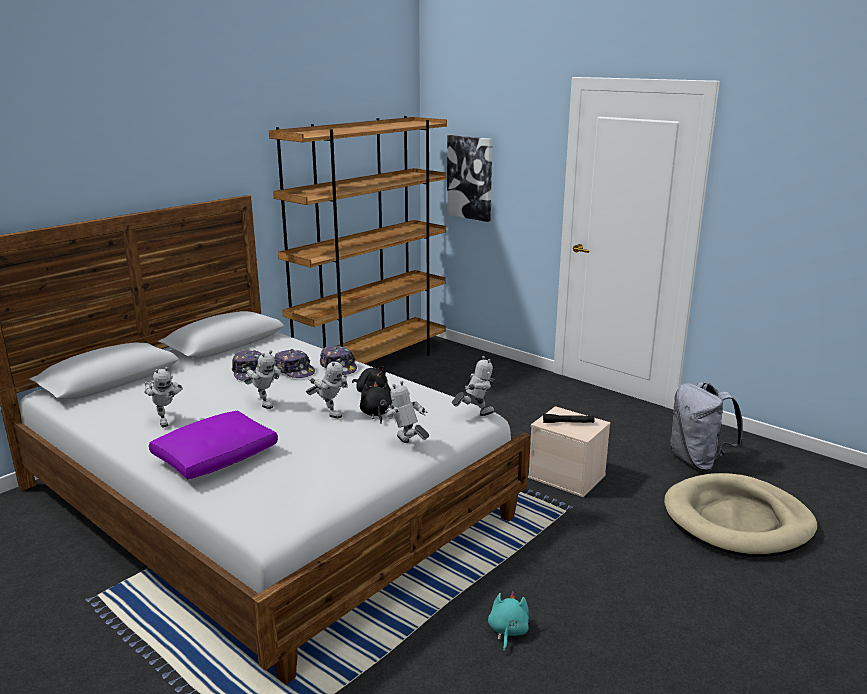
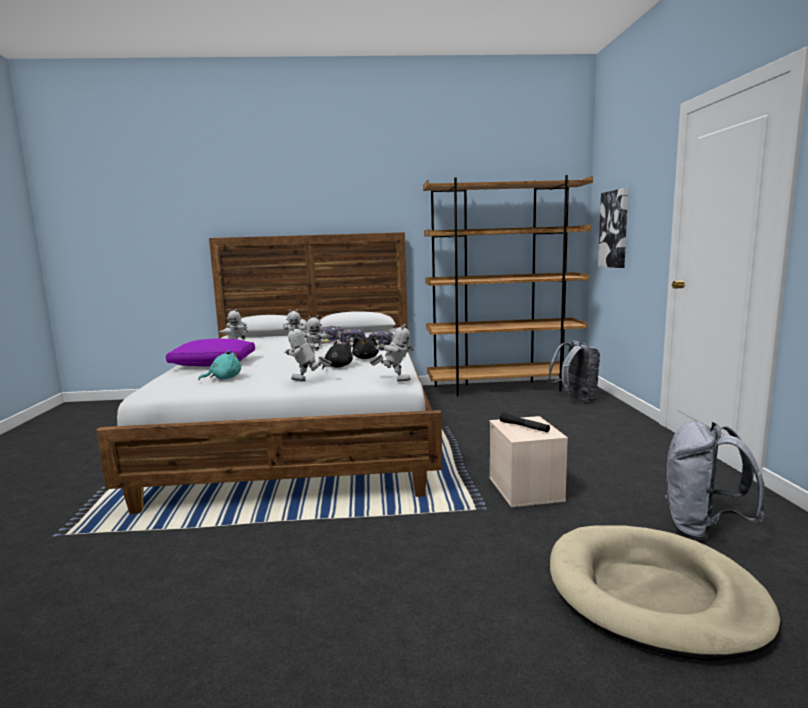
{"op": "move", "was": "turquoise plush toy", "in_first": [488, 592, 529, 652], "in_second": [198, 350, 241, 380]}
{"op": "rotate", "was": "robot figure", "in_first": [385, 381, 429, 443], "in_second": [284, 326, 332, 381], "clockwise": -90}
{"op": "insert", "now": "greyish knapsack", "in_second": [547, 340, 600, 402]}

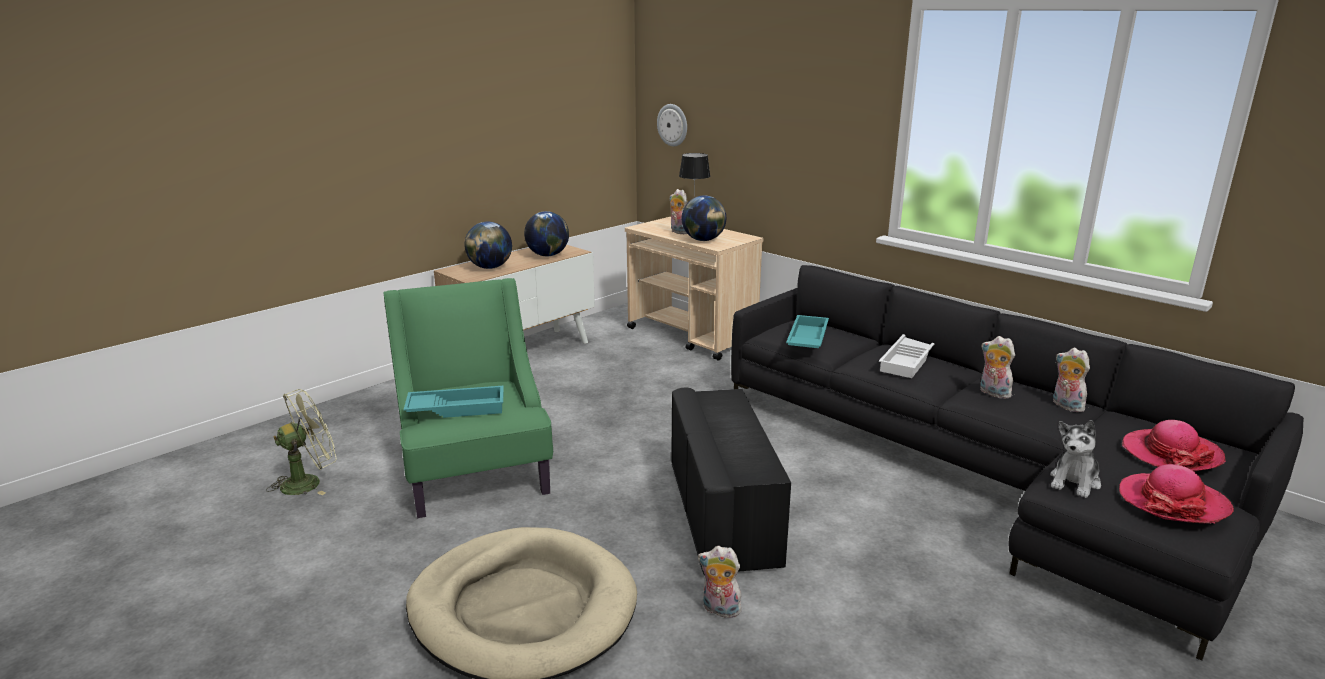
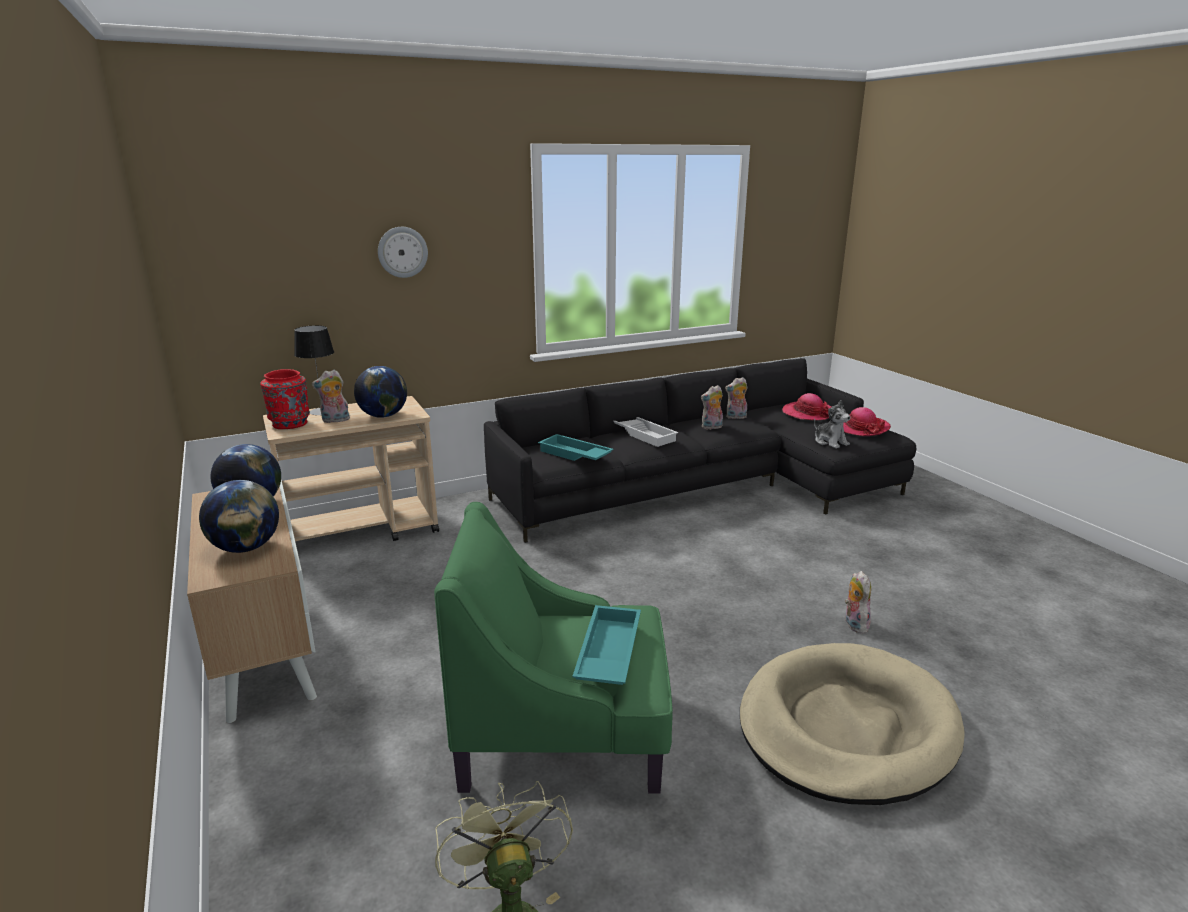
{"op": "insert", "now": "reddish decorative vase", "in_second": [260, 369, 310, 429]}
{"op": "move", "was": "clock on the wall", "in_first": [657, 104, 687, 147], "in_second": [378, 227, 428, 278]}
{"op": "rotate", "was": "plush toy", "in_first": [698, 546, 742, 618], "in_second": [845, 571, 871, 633], "clockwise": 135}
{"op": "delete", "was": "black-coloured ottoman", "in_first": [671, 388, 791, 575]}

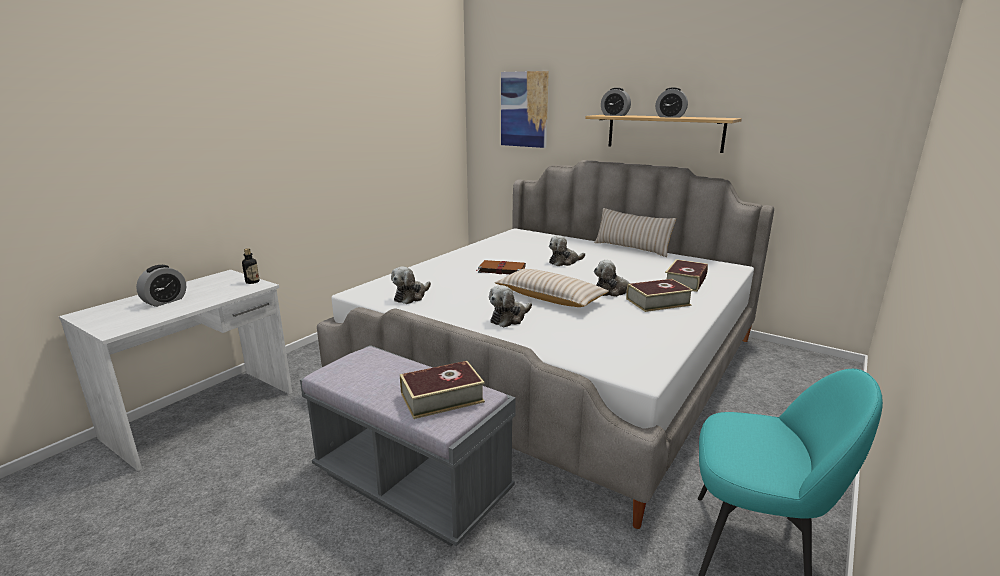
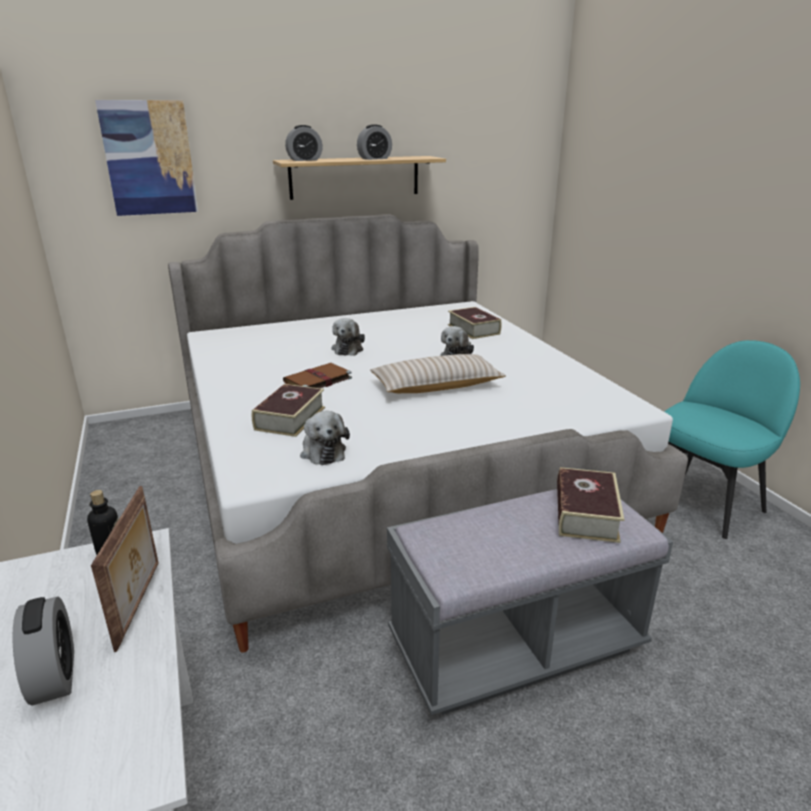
{"op": "insert", "now": "picture frame", "in_second": [91, 486, 158, 652]}
{"op": "move", "was": "volume", "in_first": [626, 279, 693, 312], "in_second": [252, 384, 325, 437]}
{"op": "delete", "was": "plush toy", "in_first": [489, 285, 532, 327]}
{"op": "delete", "was": "beige-coloured pillow", "in_first": [595, 208, 676, 257]}

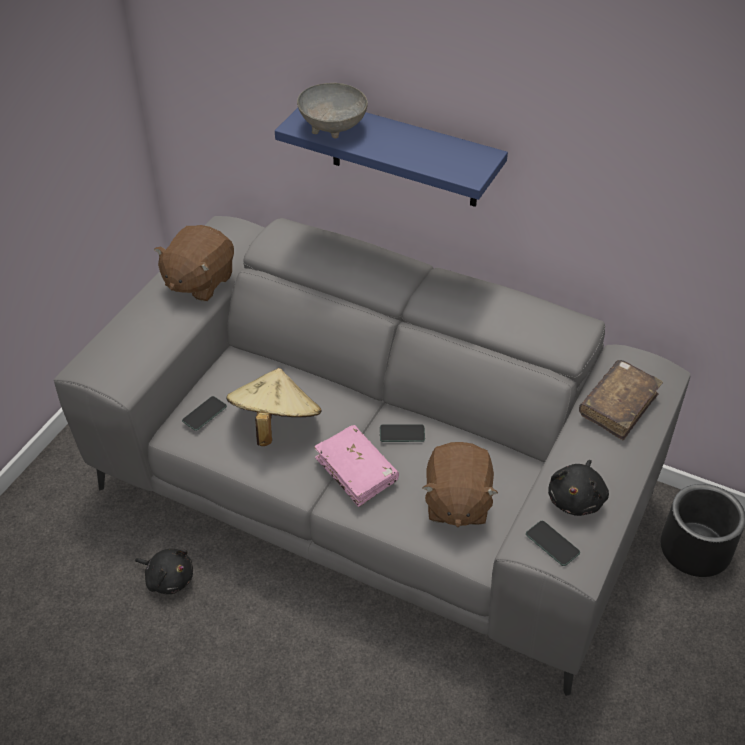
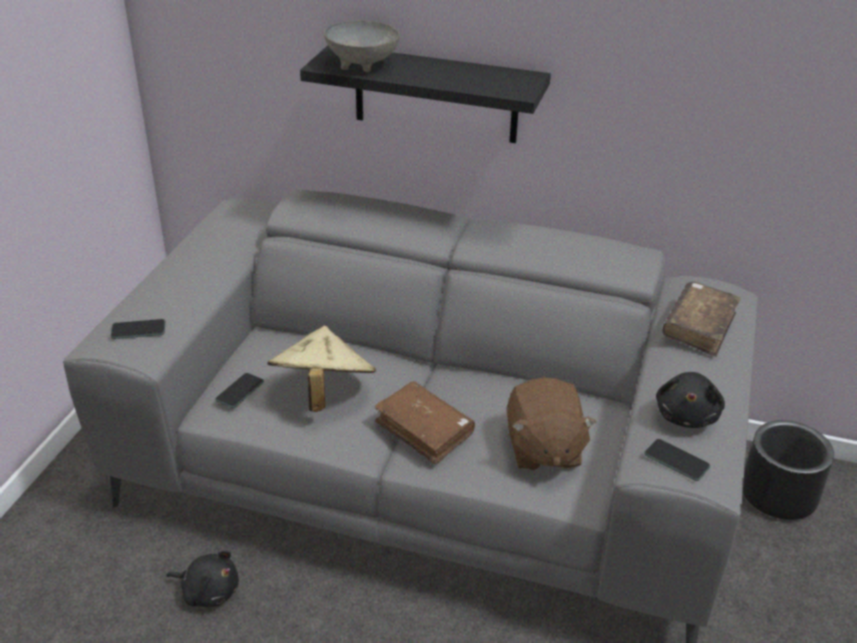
{"op": "move", "was": "telephone", "in_first": [380, 424, 425, 442], "in_second": [110, 319, 165, 339]}
{"op": "recolor", "was": "blue wall shelf", "now": "black-coloured wall shelf", "in_first": [275, 108, 508, 207], "in_second": [300, 45, 551, 143]}
{"op": "recolor", "was": "pink-coloured volume", "now": "brown volume", "in_first": [314, 425, 399, 507], "in_second": [374, 381, 475, 465]}
{"op": "delete", "was": "brown plush toy", "in_first": [154, 225, 234, 302]}

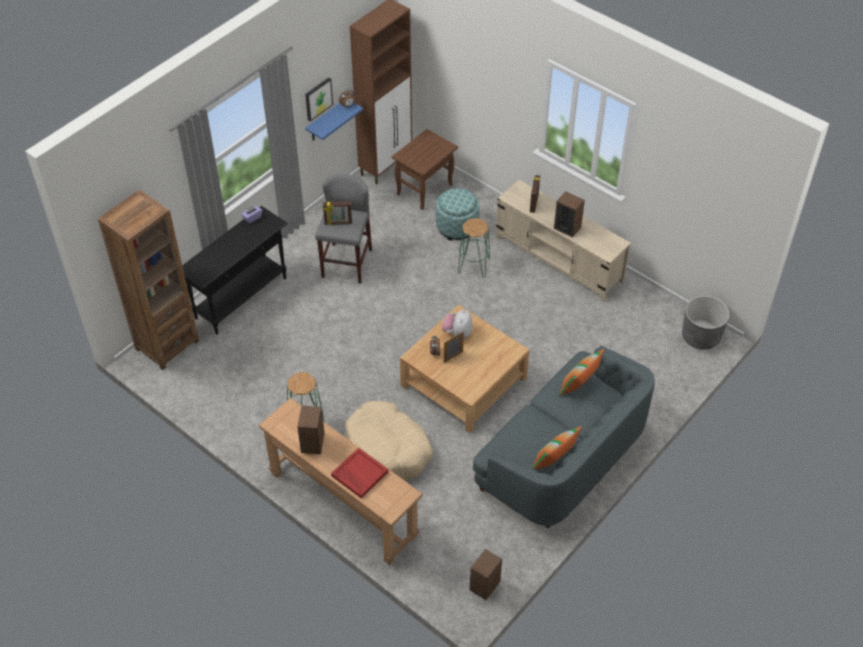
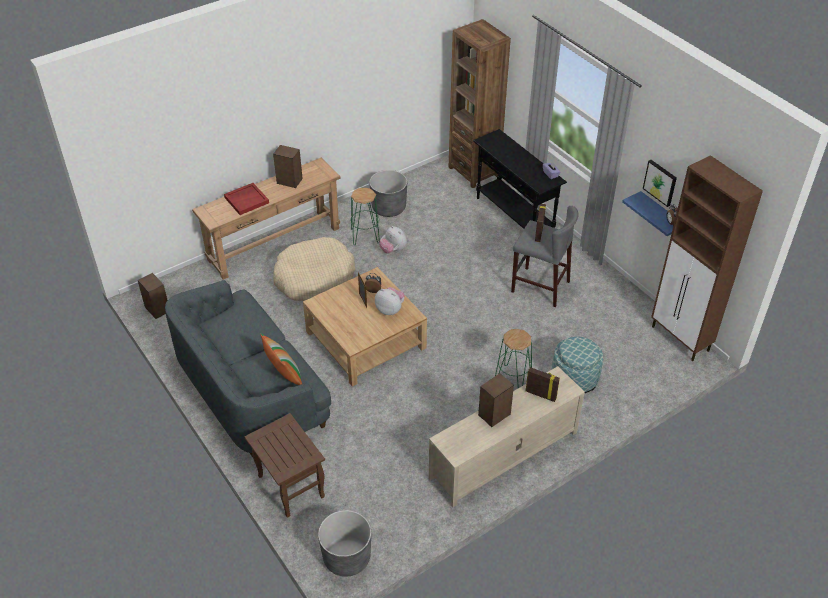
{"op": "move", "was": "brown side table", "in_first": [392, 129, 458, 210], "in_second": [245, 413, 325, 518]}
{"op": "insert", "now": "greyish plant pot", "in_second": [369, 170, 407, 217]}
{"op": "insert", "now": "plush toy", "in_second": [379, 226, 407, 254]}
{"op": "delete", "was": "pillow", "in_first": [532, 427, 582, 470]}

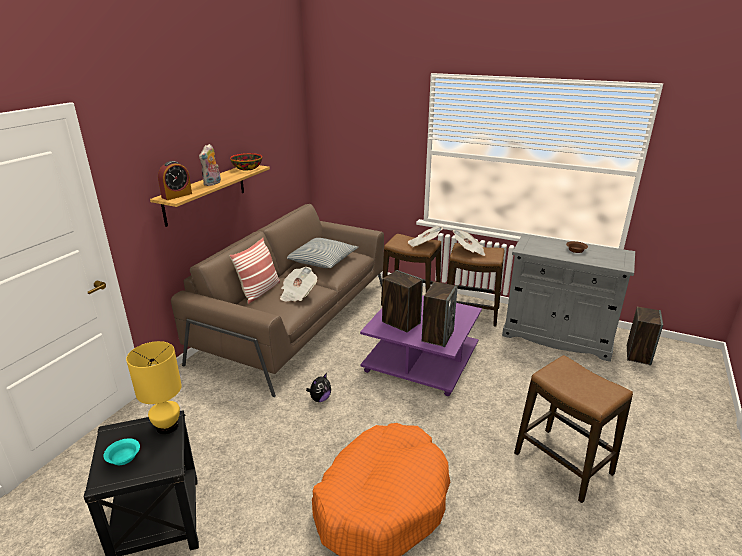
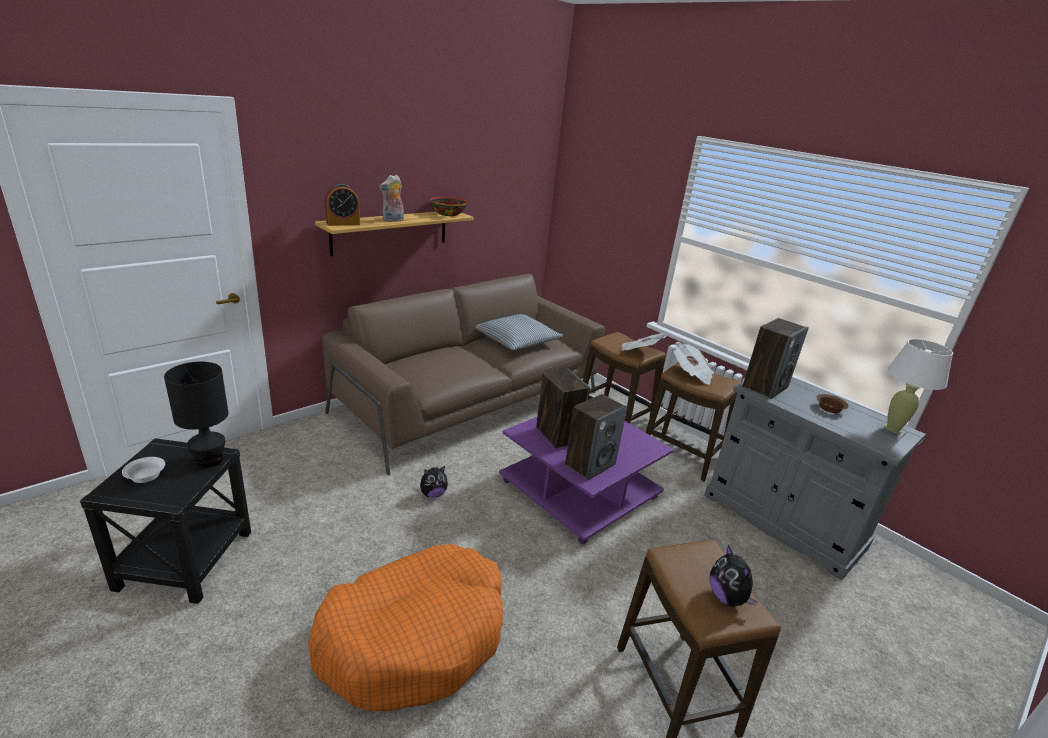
{"op": "recolor", "was": "turquoise bowl", "now": "white bowl", "in_first": [103, 439, 140, 465], "in_second": [122, 457, 165, 483]}
{"op": "recolor", "was": "yellow-coloured lamp for a table", "now": "black-coloured lamp for a table", "in_first": [126, 341, 182, 435], "in_second": [164, 362, 229, 468]}
{"op": "insert", "now": "plush toy", "in_second": [709, 545, 758, 606]}
{"op": "move", "was": "loudspeaker", "in_first": [627, 307, 663, 366], "in_second": [743, 318, 809, 399]}
{"op": "insert", "now": "white lamp for a table", "in_second": [884, 339, 953, 434]}
{"op": "delete", "was": "pillow", "in_first": [229, 238, 280, 304]}
{"op": "delete", "was": "daily paper", "in_first": [280, 267, 317, 301]}

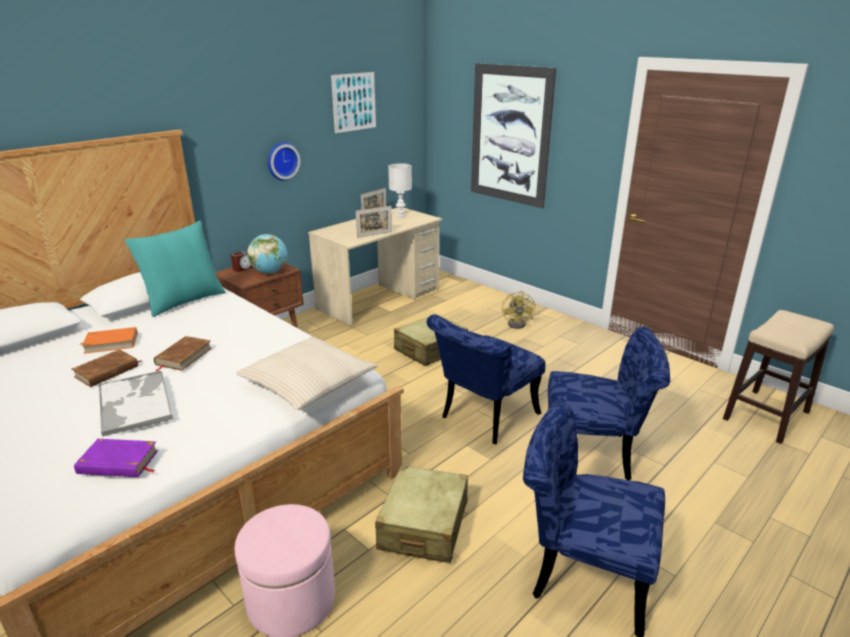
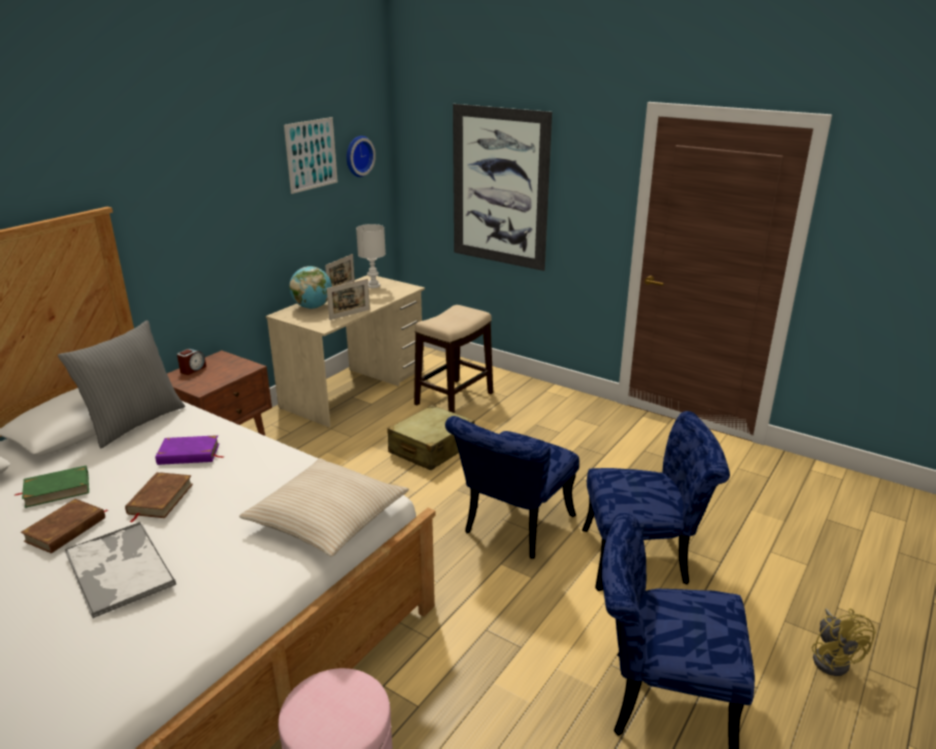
{"op": "recolor", "was": "orange-coloured volume", "now": "greenish volume", "in_first": [79, 327, 138, 354], "in_second": [14, 465, 89, 508]}
{"op": "recolor", "was": "turquoise pillow", "now": "greyish pillow", "in_first": [125, 220, 226, 317], "in_second": [58, 320, 185, 448]}
{"op": "move", "was": "purple-coloured volume", "in_first": [74, 439, 158, 477], "in_second": [155, 435, 225, 465]}
{"op": "move", "was": "desk globe", "in_first": [247, 234, 287, 274], "in_second": [289, 266, 332, 309]}
{"op": "move", "was": "clock on the wall", "in_first": [267, 142, 300, 181], "in_second": [346, 136, 376, 177]}
{"op": "move", "was": "stool seat", "in_first": [723, 310, 834, 444], "in_second": [414, 305, 493, 413]}
{"op": "move", "was": "yellow-coloured fan", "in_first": [502, 291, 535, 329], "in_second": [812, 608, 876, 676]}
{"op": "delete", "was": "beige-coloured travel case", "in_first": [375, 465, 468, 563]}

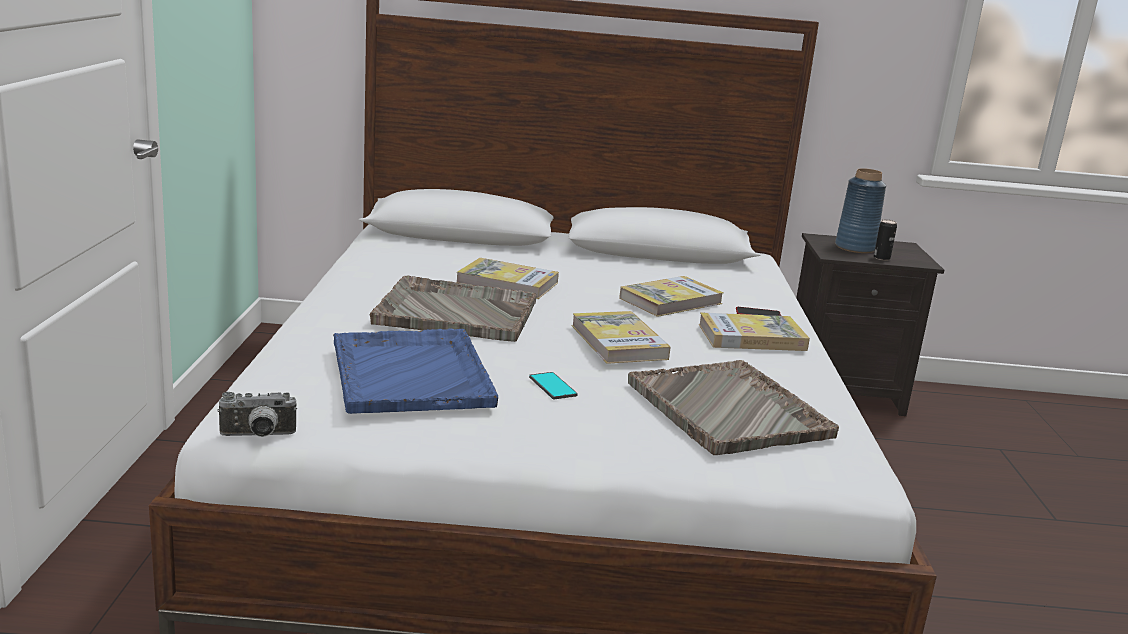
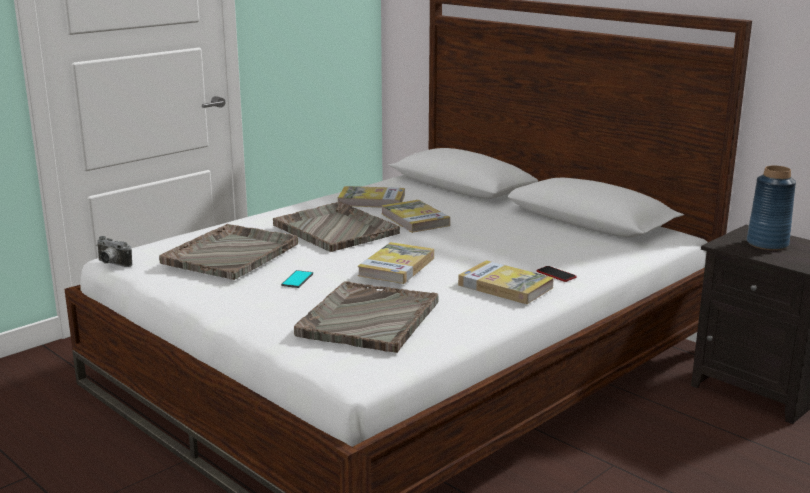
{"op": "recolor", "was": "blue tray", "now": "greyish tray", "in_first": [333, 328, 498, 414], "in_second": [159, 224, 298, 280]}
{"op": "move", "was": "volume", "in_first": [619, 276, 724, 317], "in_second": [338, 186, 405, 207]}
{"op": "delete", "was": "metal can", "in_first": [874, 219, 897, 261]}

